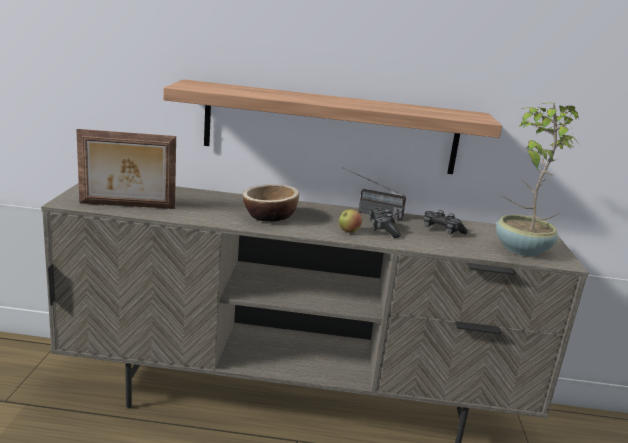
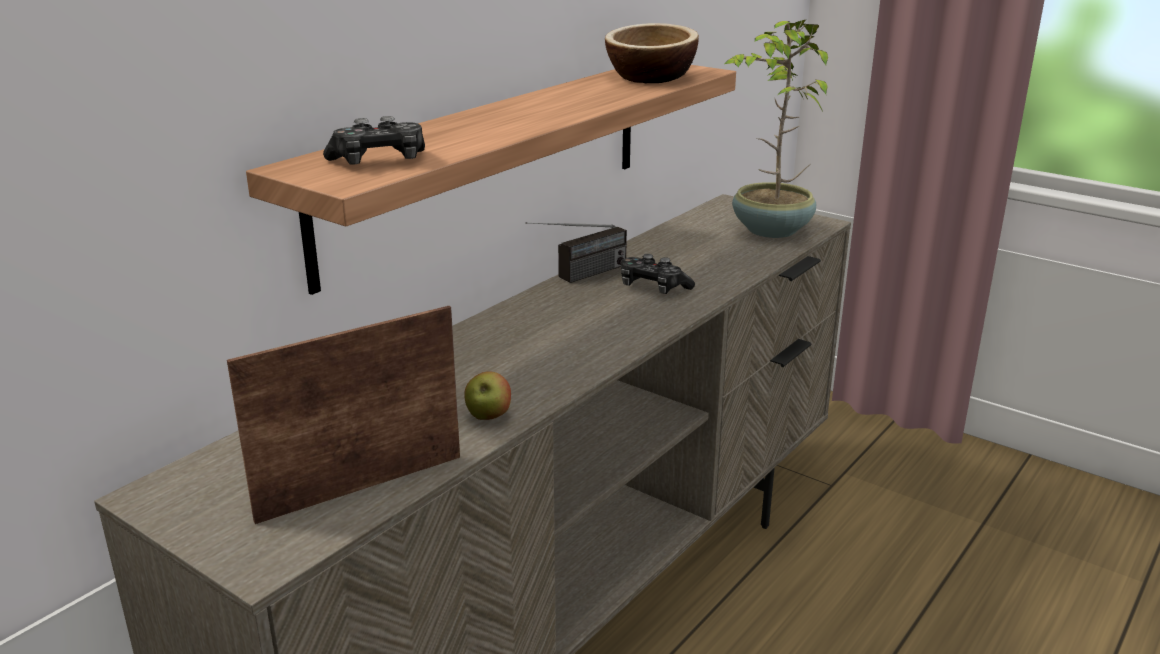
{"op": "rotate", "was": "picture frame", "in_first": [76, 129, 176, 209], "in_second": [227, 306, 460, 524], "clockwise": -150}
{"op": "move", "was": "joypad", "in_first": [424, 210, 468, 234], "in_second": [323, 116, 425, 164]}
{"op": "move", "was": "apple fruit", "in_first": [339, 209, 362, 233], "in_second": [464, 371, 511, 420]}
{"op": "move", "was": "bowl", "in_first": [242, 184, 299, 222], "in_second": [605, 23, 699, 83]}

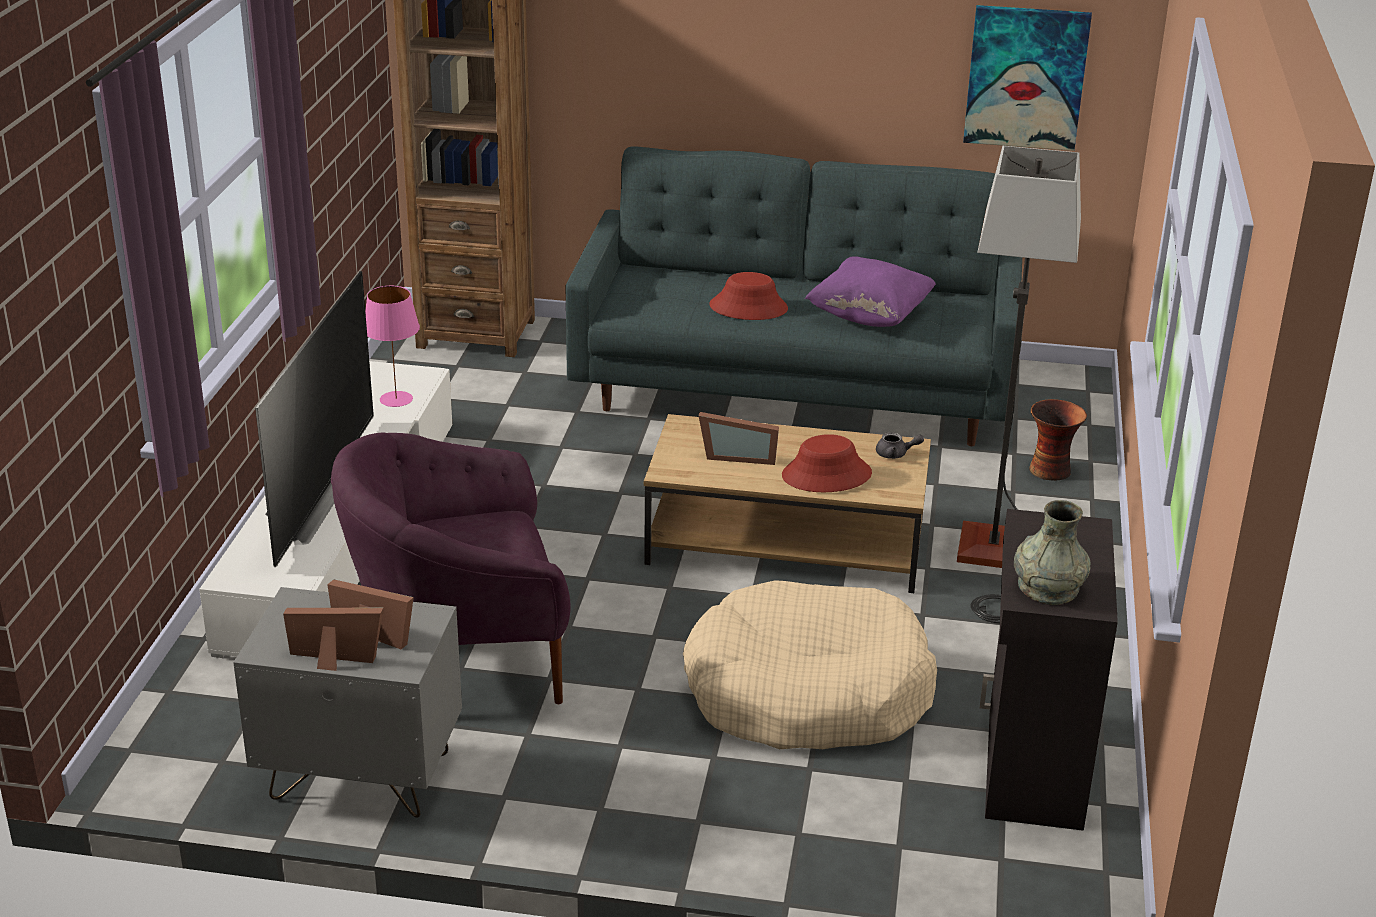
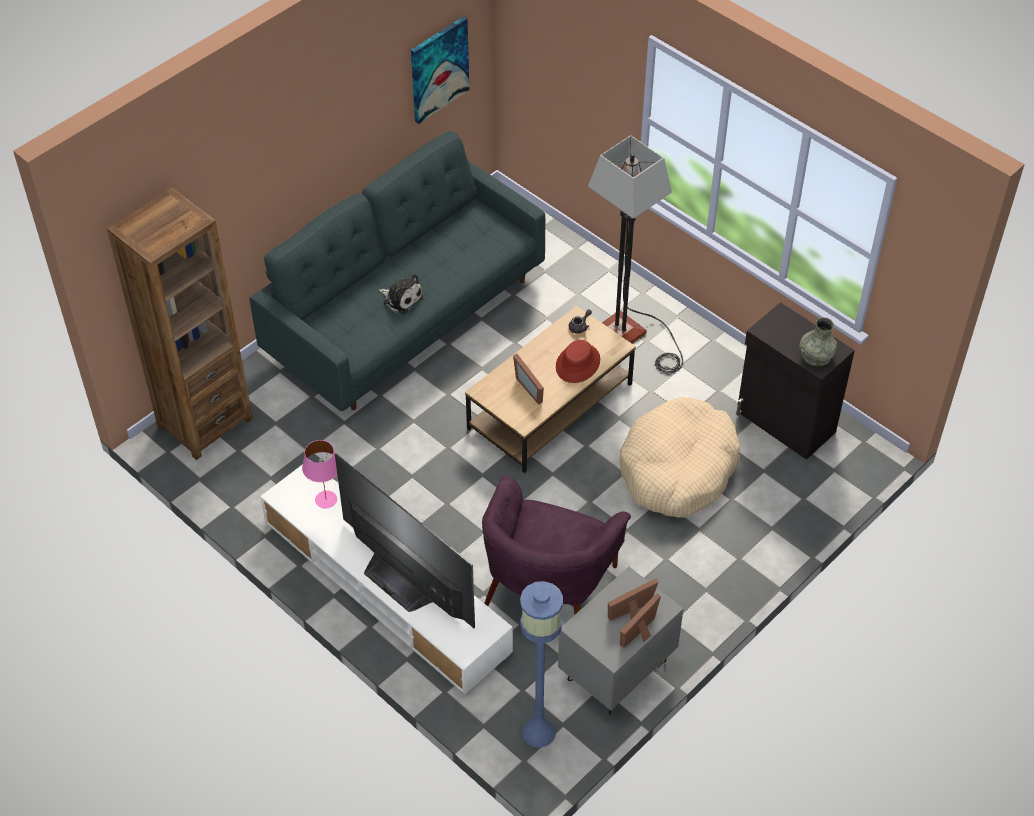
{"op": "replace", "was": "reddish clothing hat", "now": "plush toy", "in_first": [709, 272, 788, 320], "in_second": [379, 274, 423, 314]}
{"op": "rotate", "was": "picture frame", "in_first": [698, 412, 779, 465], "in_second": [513, 354, 544, 405], "clockwise": 105}
{"op": "insert", "now": "blue standard lamp", "in_second": [520, 581, 563, 748]}
{"op": "delete", "was": "purple-coloured pillow", "in_first": [805, 256, 936, 327]}
{"op": "delete", "was": "decorative vase", "in_first": [1029, 399, 1087, 481]}

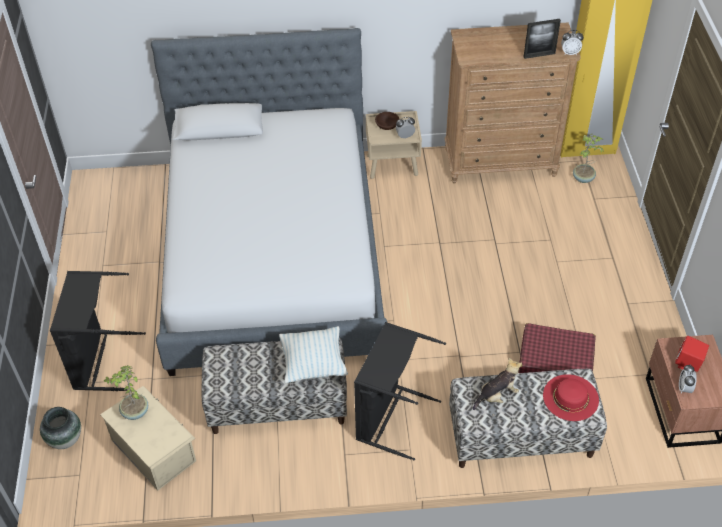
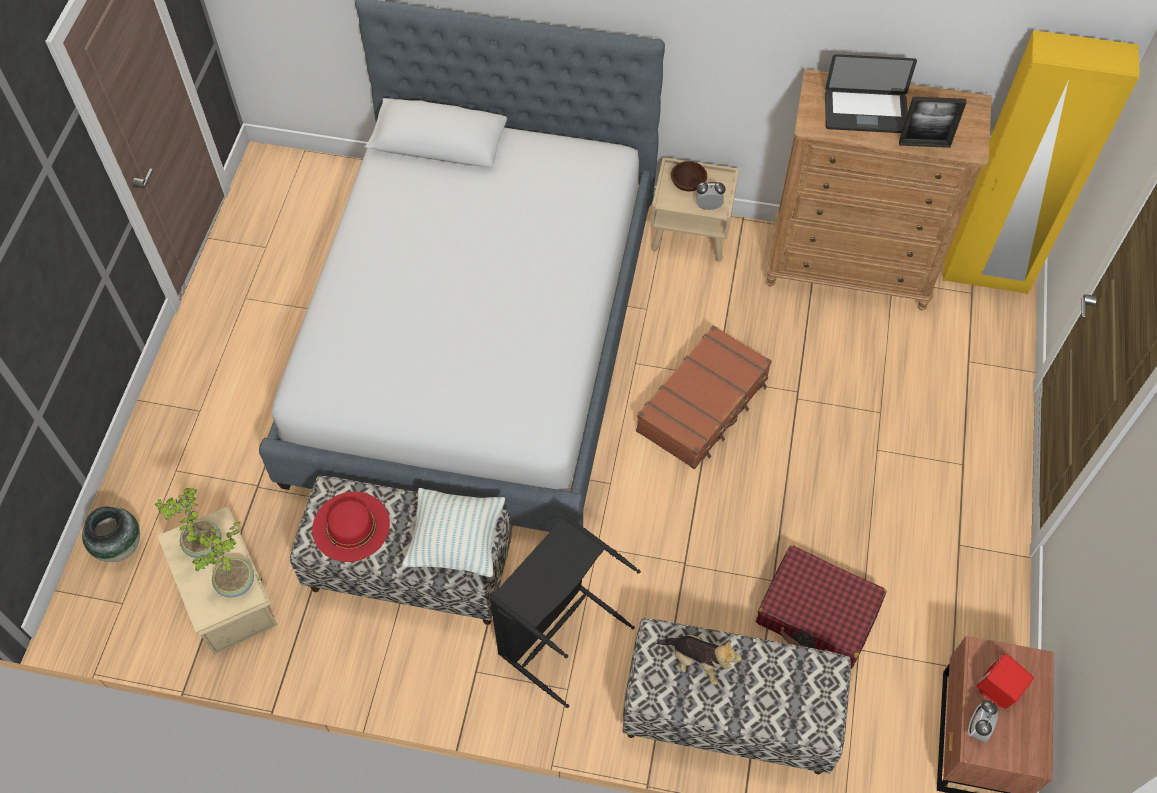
{"op": "move", "was": "plant in a pot", "in_first": [573, 134, 604, 183], "in_second": [193, 522, 254, 597]}
{"op": "move", "was": "reddish clothing hat", "in_first": [543, 374, 599, 421], "in_second": [312, 492, 390, 562]}
{"op": "insert", "now": "brown travel case", "in_second": [636, 325, 772, 469]}
{"op": "rotate", "was": "plush toy", "in_first": [473, 358, 522, 410], "in_second": [657, 635, 742, 685], "clockwise": 45}
{"op": "insert", "now": "portable computer", "in_second": [825, 54, 917, 133]}
{"op": "delete", "was": "black-coloured washing basket", "in_first": [50, 271, 146, 391]}
{"op": "delete", "was": "table clock", "in_first": [561, 30, 583, 55]}

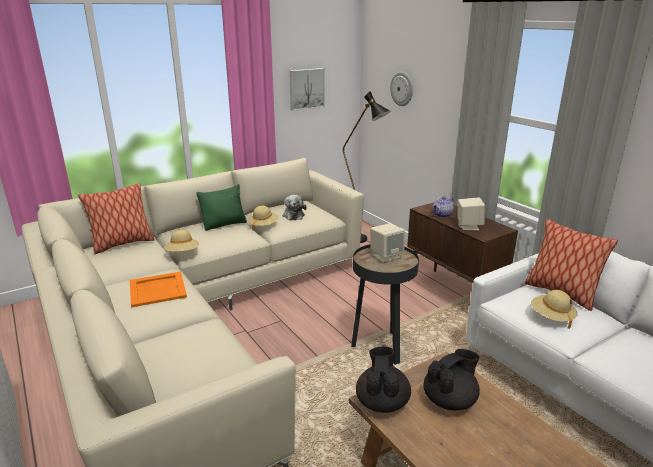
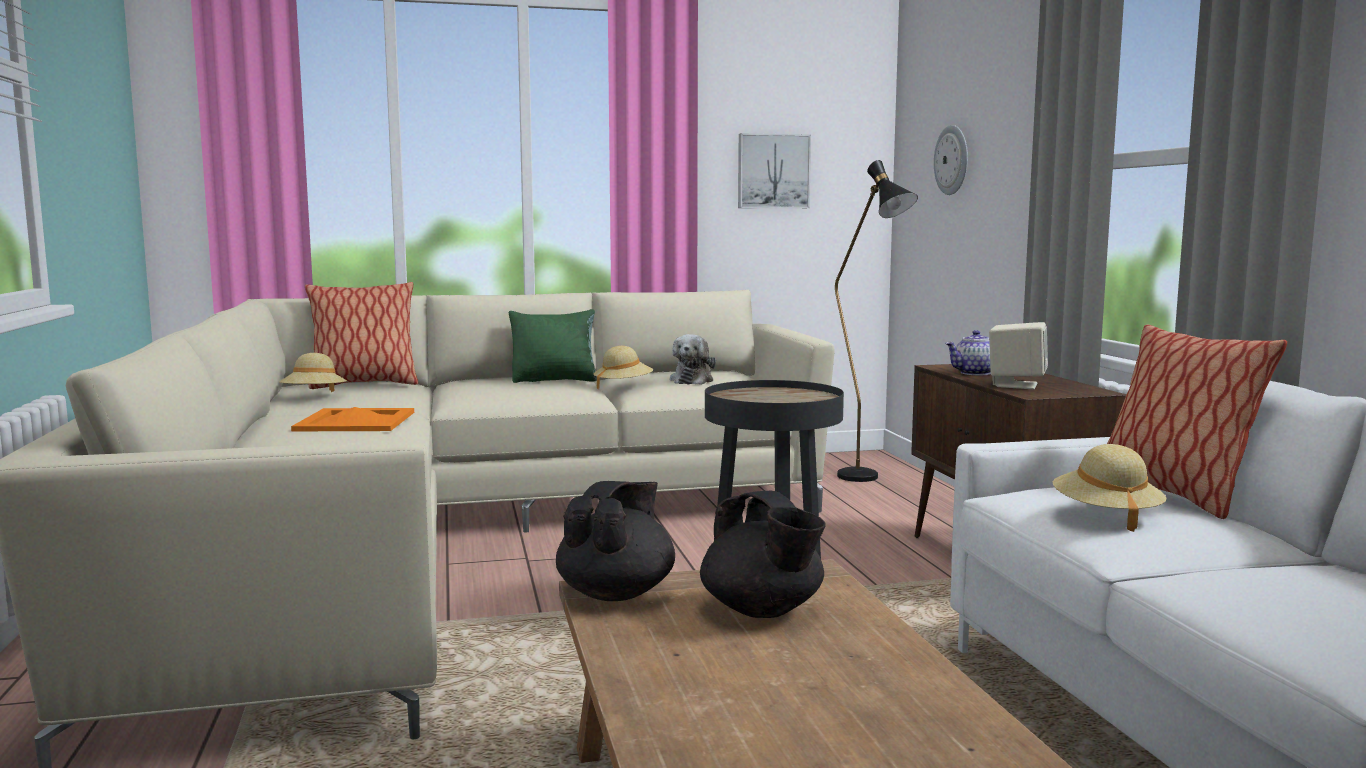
{"op": "move", "was": "beige-coloured clothing hat", "in_first": [164, 230, 199, 252], "in_second": [279, 353, 347, 392]}
{"op": "rotate", "was": "black-coloured teapot", "in_first": [424, 349, 480, 410], "in_second": [700, 491, 826, 618], "clockwise": 75}
{"op": "delete", "was": "beige-coloured loudspeaker", "in_first": [370, 224, 405, 263]}

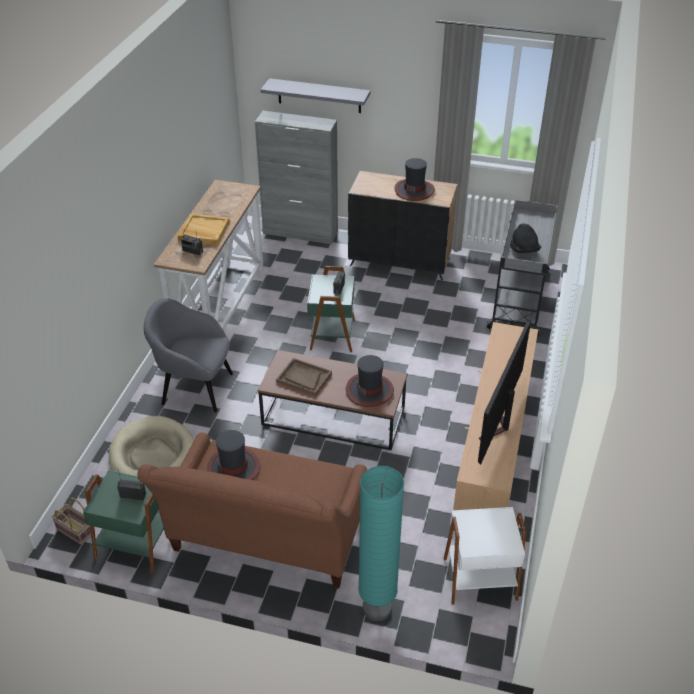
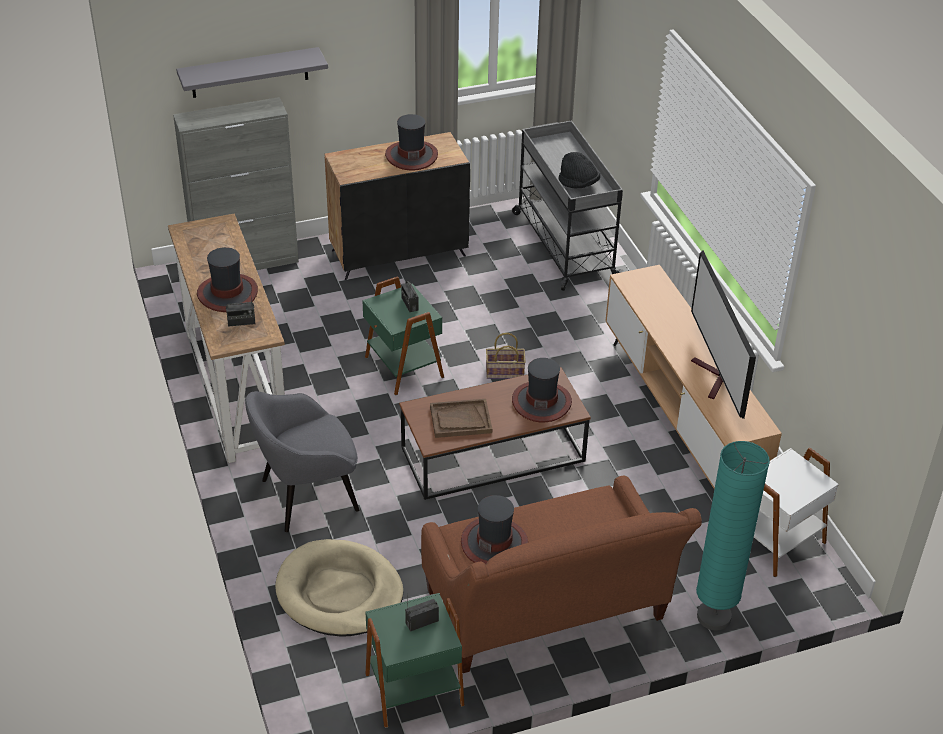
{"op": "replace", "was": "beige-coloured tray", "now": "clothing hat", "in_first": [178, 213, 230, 245], "in_second": [197, 247, 258, 312]}
{"op": "move", "was": "basket", "in_first": [52, 498, 91, 545], "in_second": [486, 333, 526, 379]}

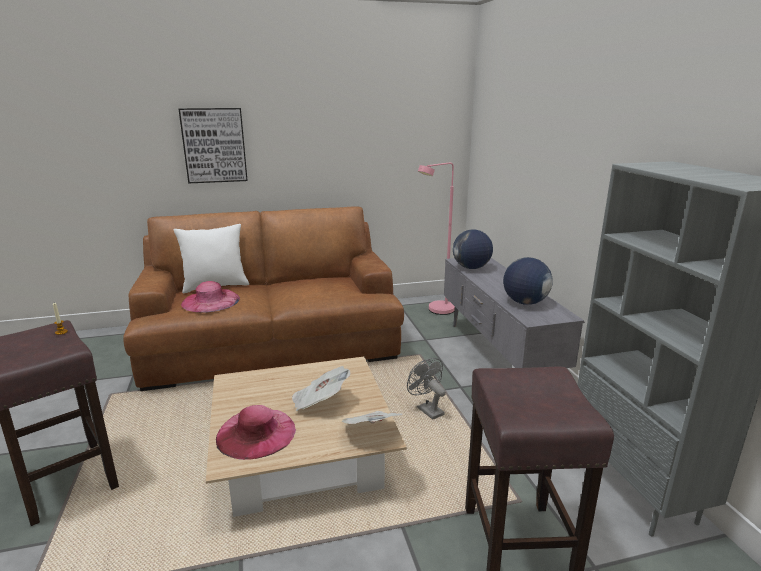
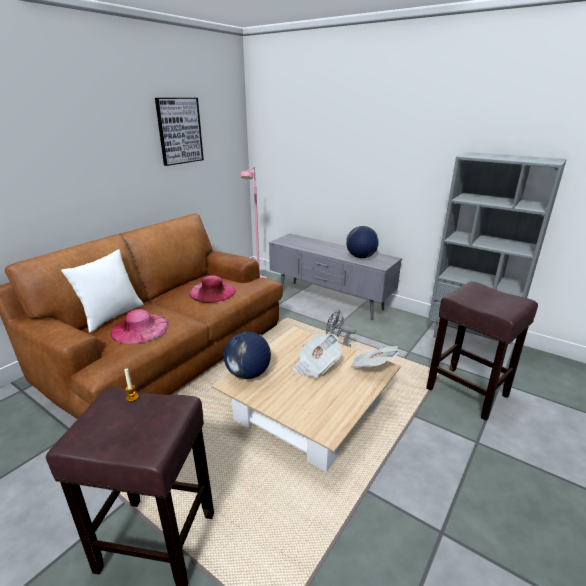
{"op": "move", "was": "wall picture", "in_first": [179, 108, 248, 183], "in_second": [155, 98, 204, 166]}
{"op": "move", "was": "pink-coloured clothing hat", "in_first": [216, 405, 296, 460], "in_second": [189, 275, 236, 303]}
{"op": "move", "was": "desk globe", "in_first": [453, 229, 493, 269], "in_second": [224, 332, 271, 379]}

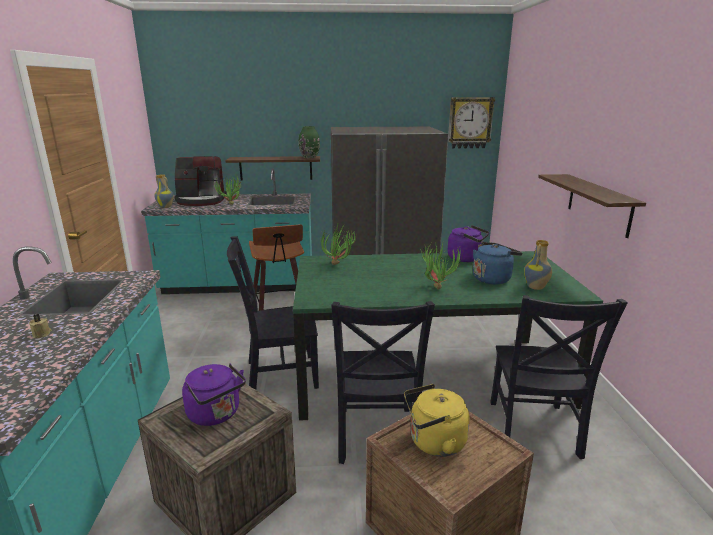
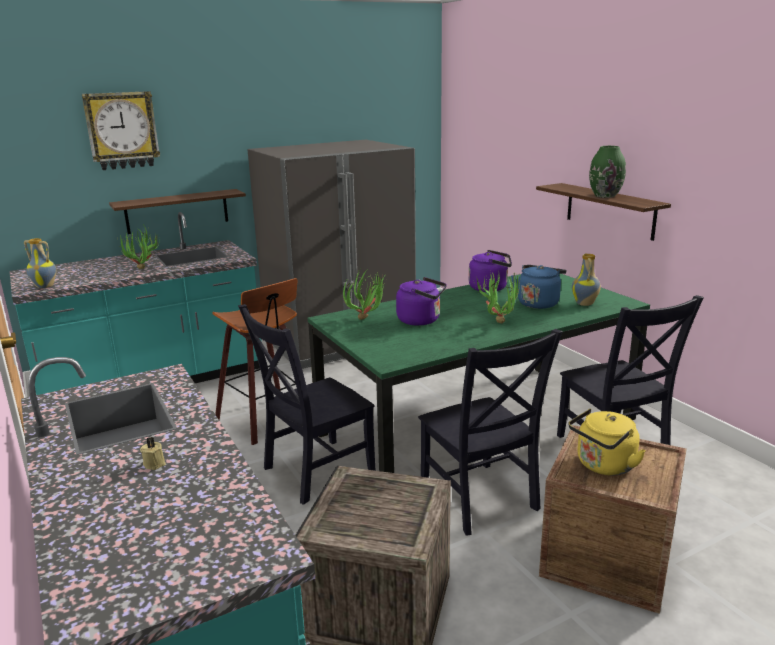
{"op": "move", "was": "clock on the wall", "in_first": [448, 97, 495, 149], "in_second": [82, 91, 160, 170]}
{"op": "move", "was": "purple-coloured kettle", "in_first": [182, 364, 246, 426], "in_second": [396, 277, 447, 326]}
{"op": "move", "was": "greenish decorative vase", "in_first": [298, 126, 320, 158], "in_second": [589, 146, 626, 198]}
{"op": "delete", "was": "coffee maker", "in_first": [175, 156, 227, 206]}

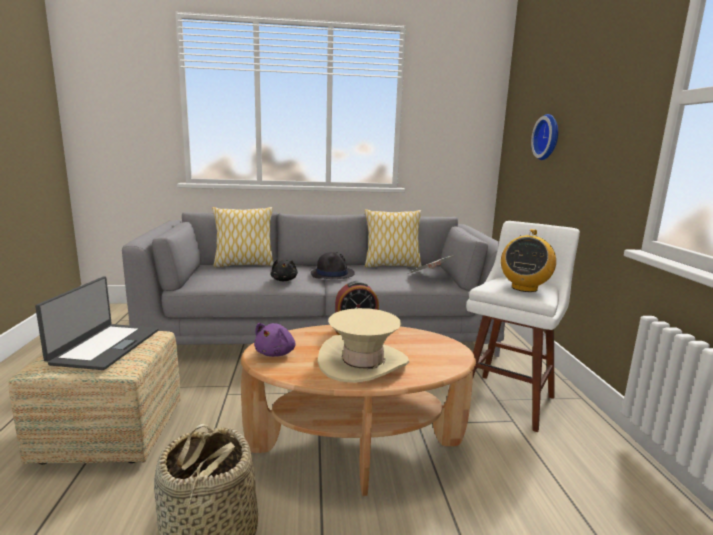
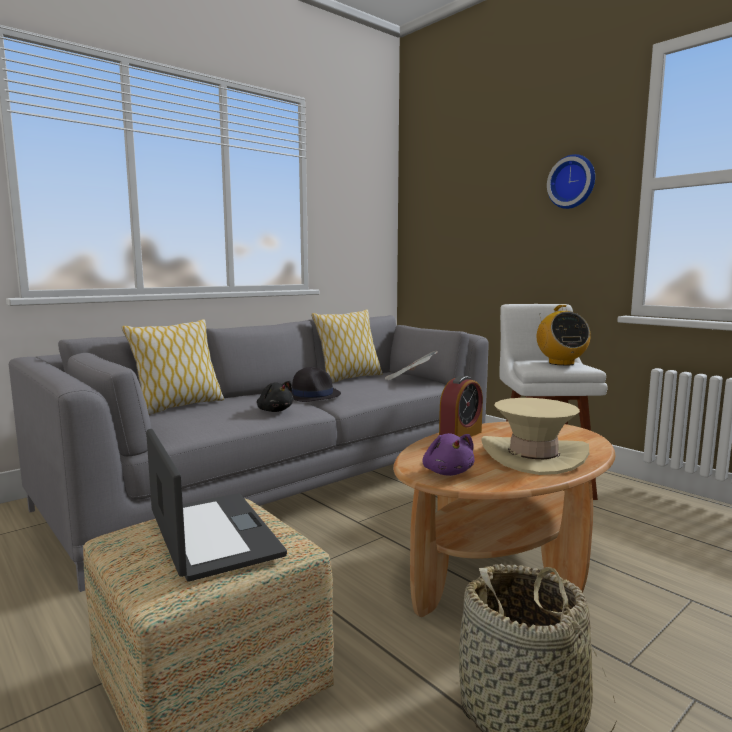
{"op": "move", "was": "clock on the wall", "in_first": [531, 114, 558, 160], "in_second": [547, 154, 595, 209]}

